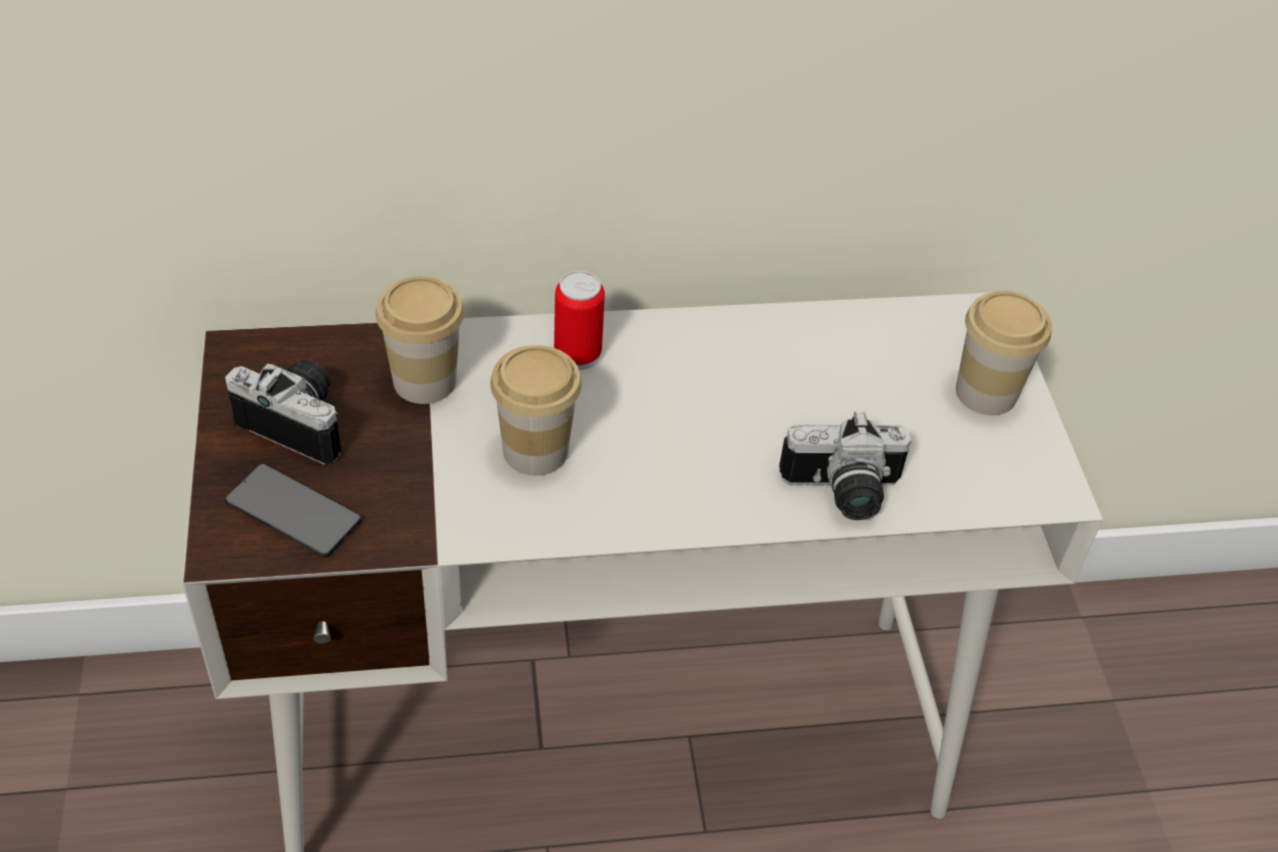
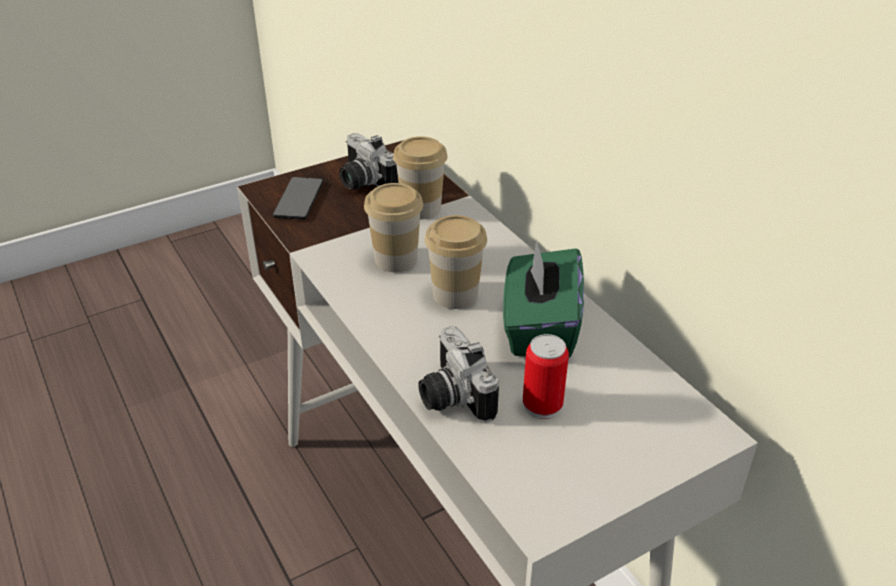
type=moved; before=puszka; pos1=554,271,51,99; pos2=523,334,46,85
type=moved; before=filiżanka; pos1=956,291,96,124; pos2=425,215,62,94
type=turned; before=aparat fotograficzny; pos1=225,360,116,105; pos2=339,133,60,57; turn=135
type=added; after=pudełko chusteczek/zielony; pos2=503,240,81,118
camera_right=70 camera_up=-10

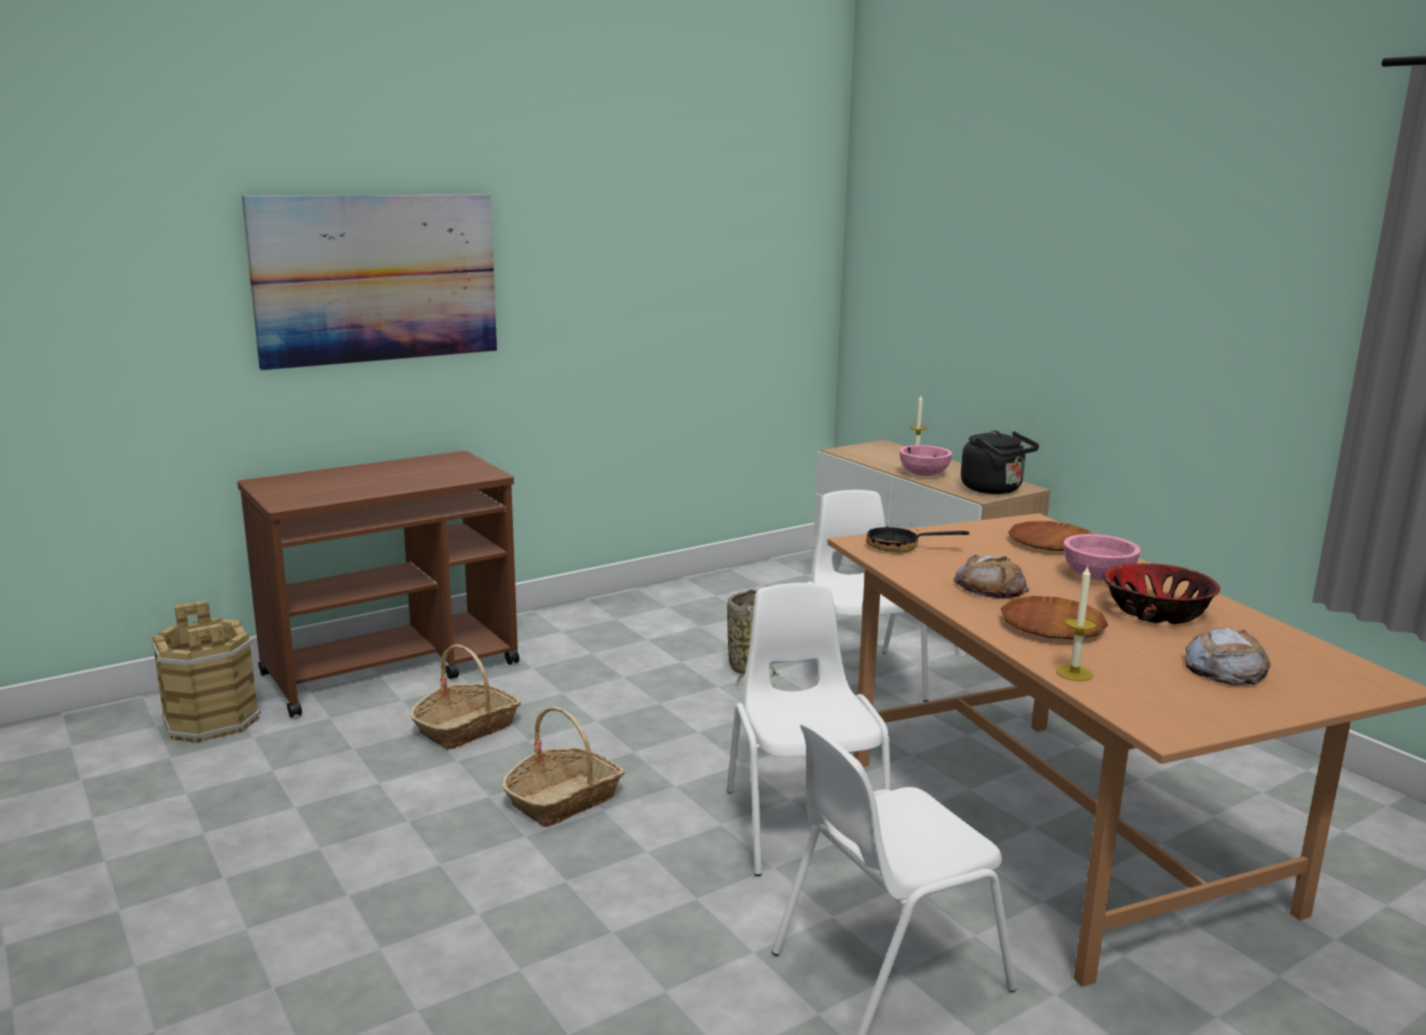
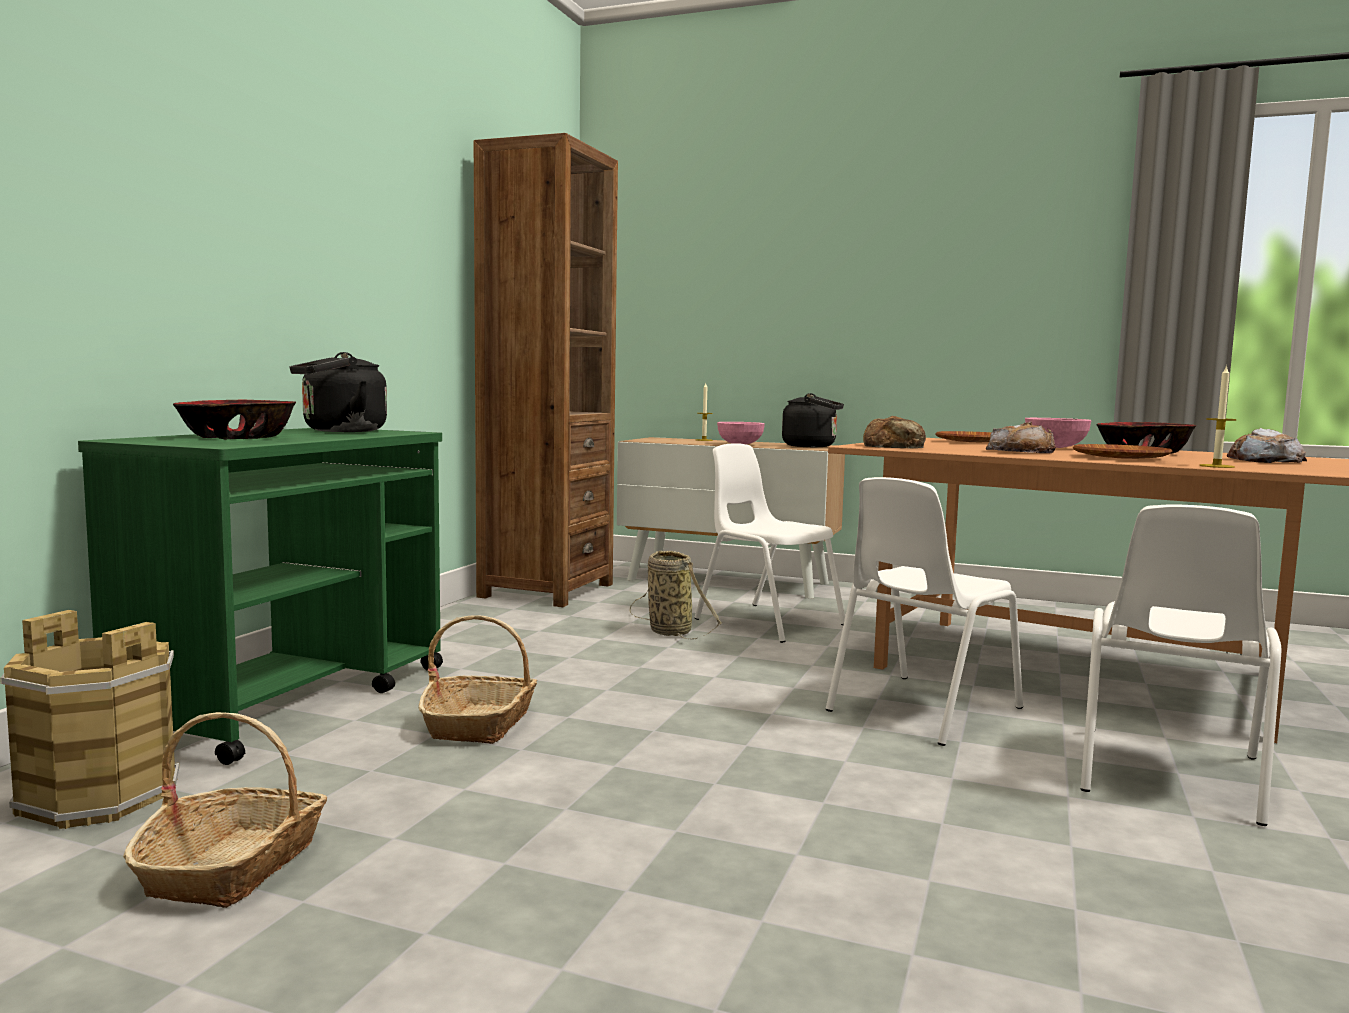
type=removed; before=obraz; pos1=242,195,255,175
type=recoloured; before=wózek/brązowy; after=wózek/zielony; pos1=237,451,283,267; pos2=78,428,365,337
type=replaced; before=patelnia; after=chleb; pos1=866,517,103,35; pos2=863,416,63,32
type=turned; before=krzesło/biały; pos1=727,583,164,293; pos2=826,477,197,269; turn=-90
type=moved; before=koszyk; pos1=502,706,123,121; pos2=123,712,204,196
type=added; after=regał/brązowy; pos2=474,133,144,474
type=added; after=czajnik/czarny; pos2=290,352,97,80
type=added; after=miska; pos2=173,400,123,40
camera_right=-35 camera_up=-10

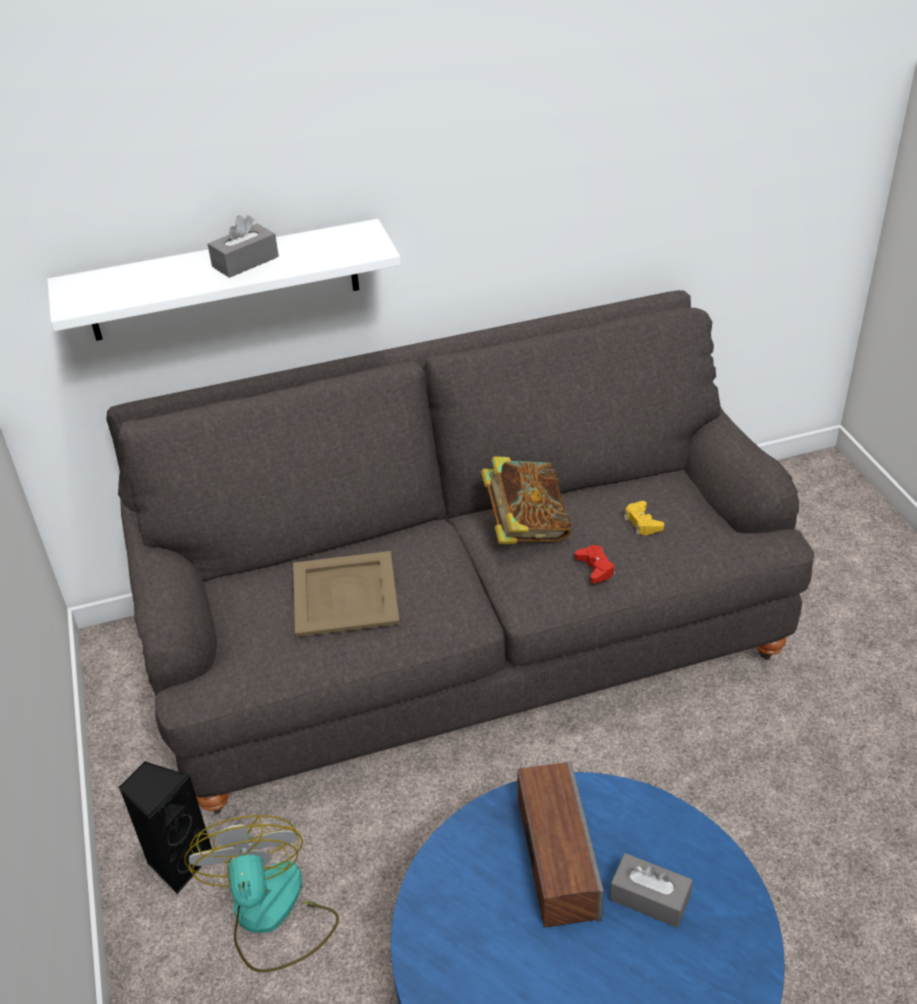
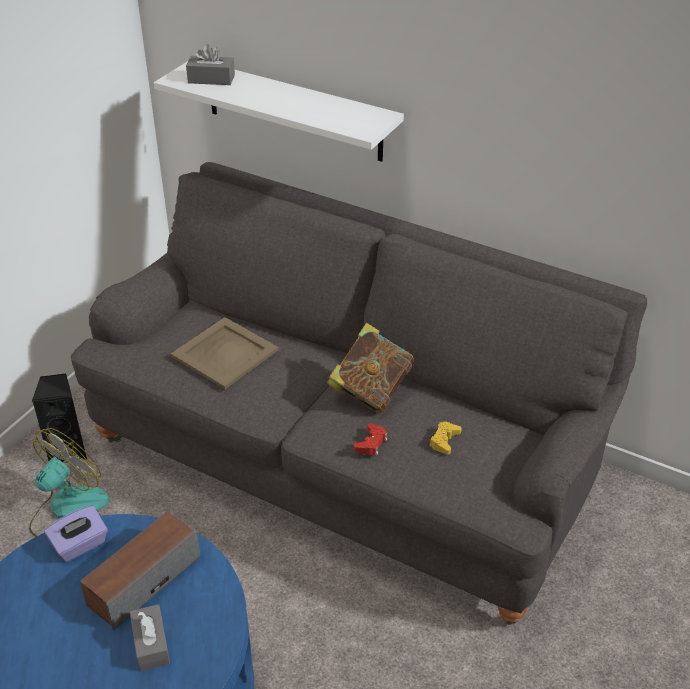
type=moved; before=pudełko chusteczek/szary; pos1=208,215,71,63; pos2=186,44,49,41
type=added; after=pudełko chusteczek/fioletowy; pos2=44,506,64,56
camera_right=45 camera_up=0

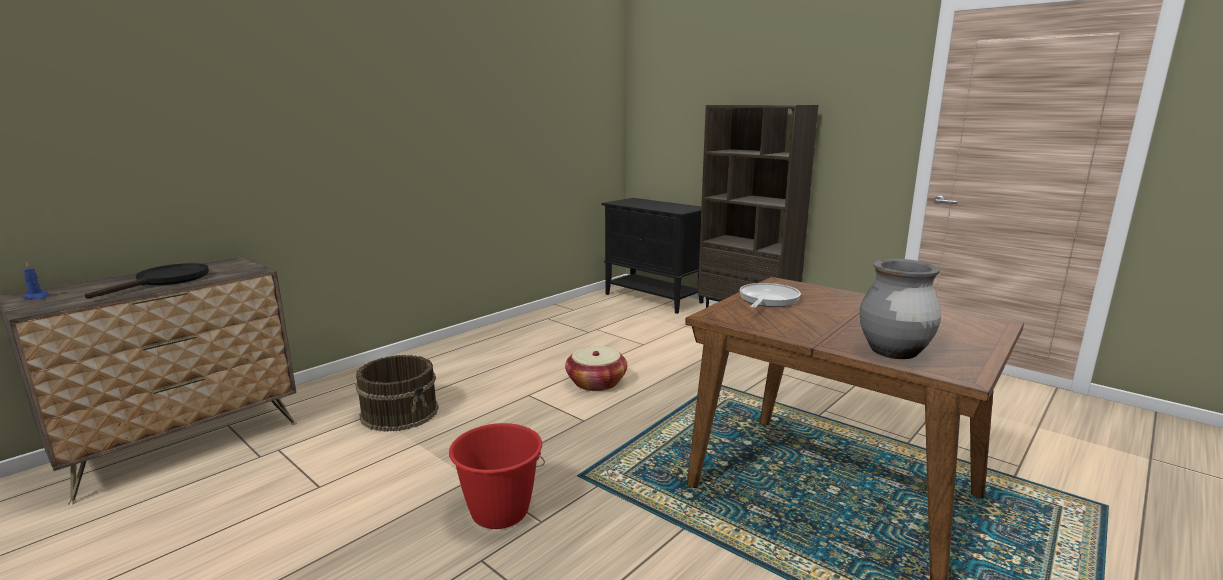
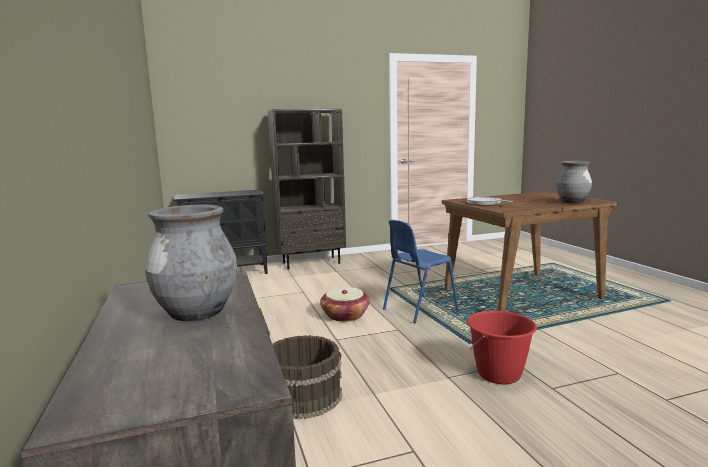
type=removed; before=świeca/niebieski; pos1=22,262,27,38
type=replaced; before=patelnia/czarny; after=wazon/szary; pos1=85,263,124,36; pos2=145,205,92,116
type=added; after=krzesło/niebieski; pos2=383,220,76,103
camera_right=-60 camera_up=-5

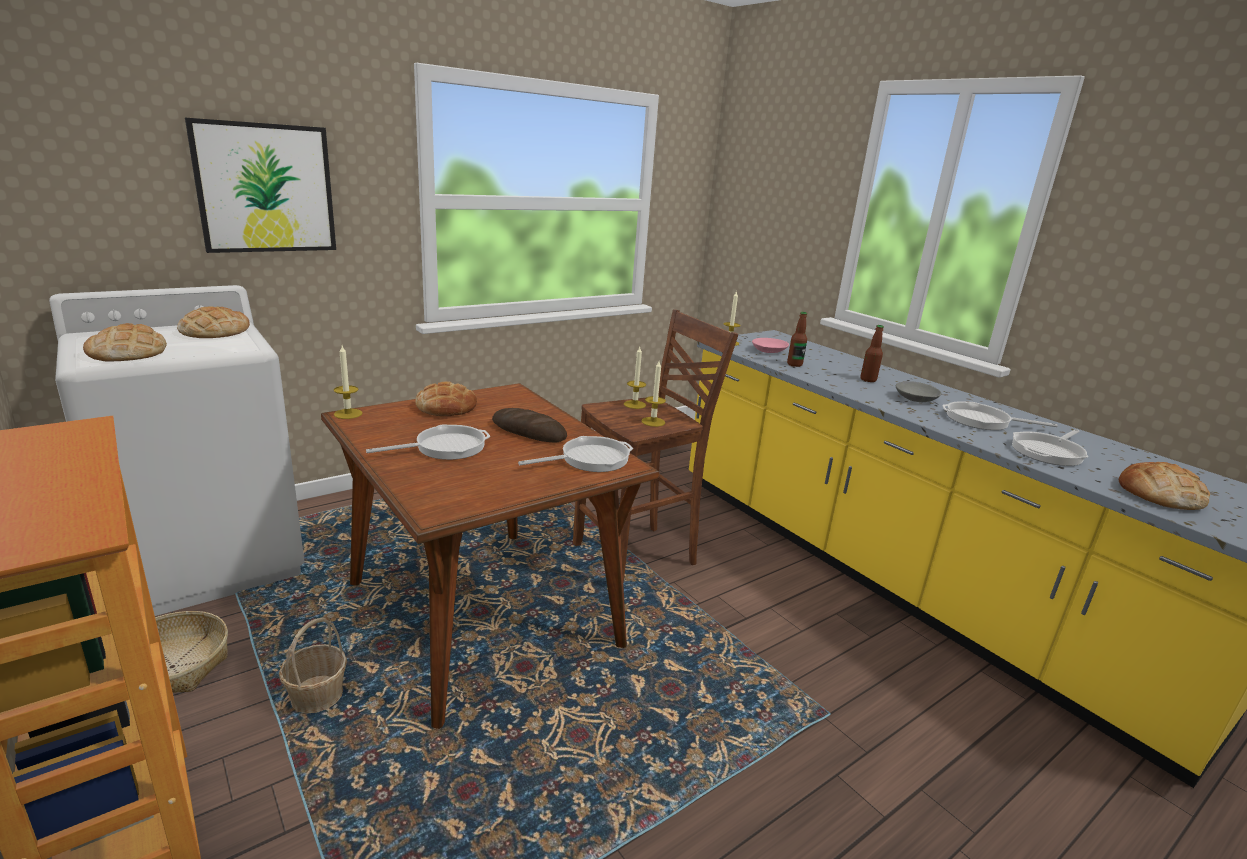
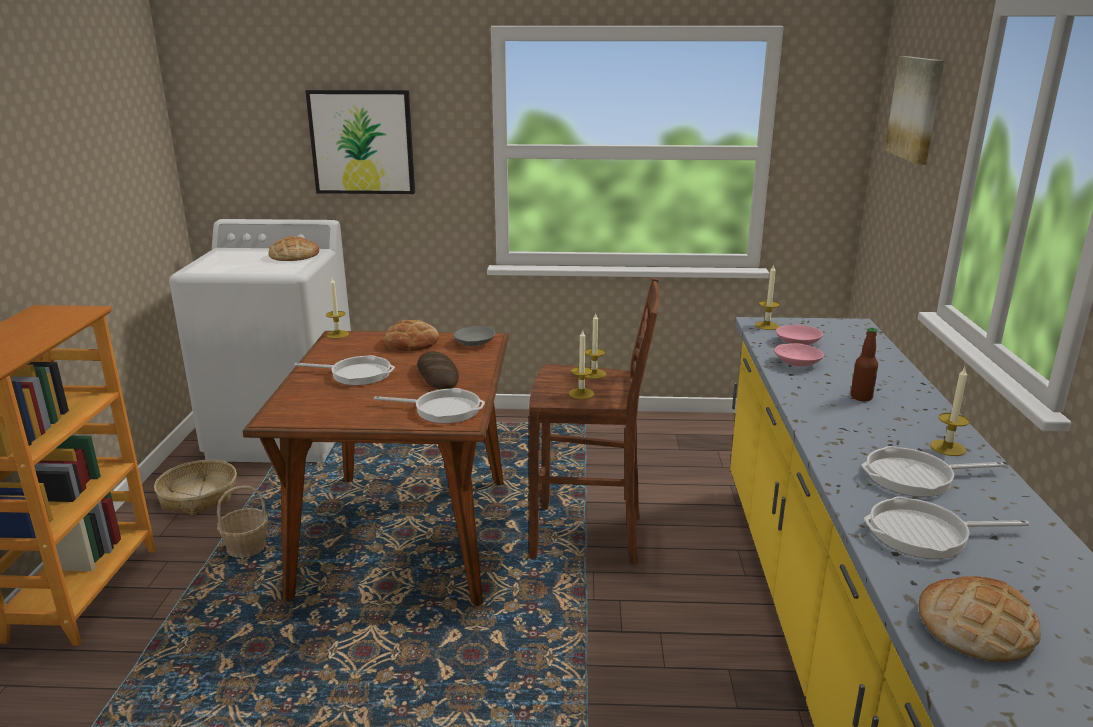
type=replaced; before=butelka; after=miska/różowy; pos1=787,312,20,55; pos2=774,343,50,23
type=removed; before=chleb; pos1=83,323,84,39
type=moved; before=miska/szary; pos1=896,381,45,21; pos2=454,326,41,20
type=turned; before=patelnia; pos1=943,401,115,29; pos2=861,446,143,51; turn=-60
type=added; after=obraz; pos2=885,56,59,109
type=added; after=świeca; pos2=930,367,39,89
camera_right=40 camera_up=0

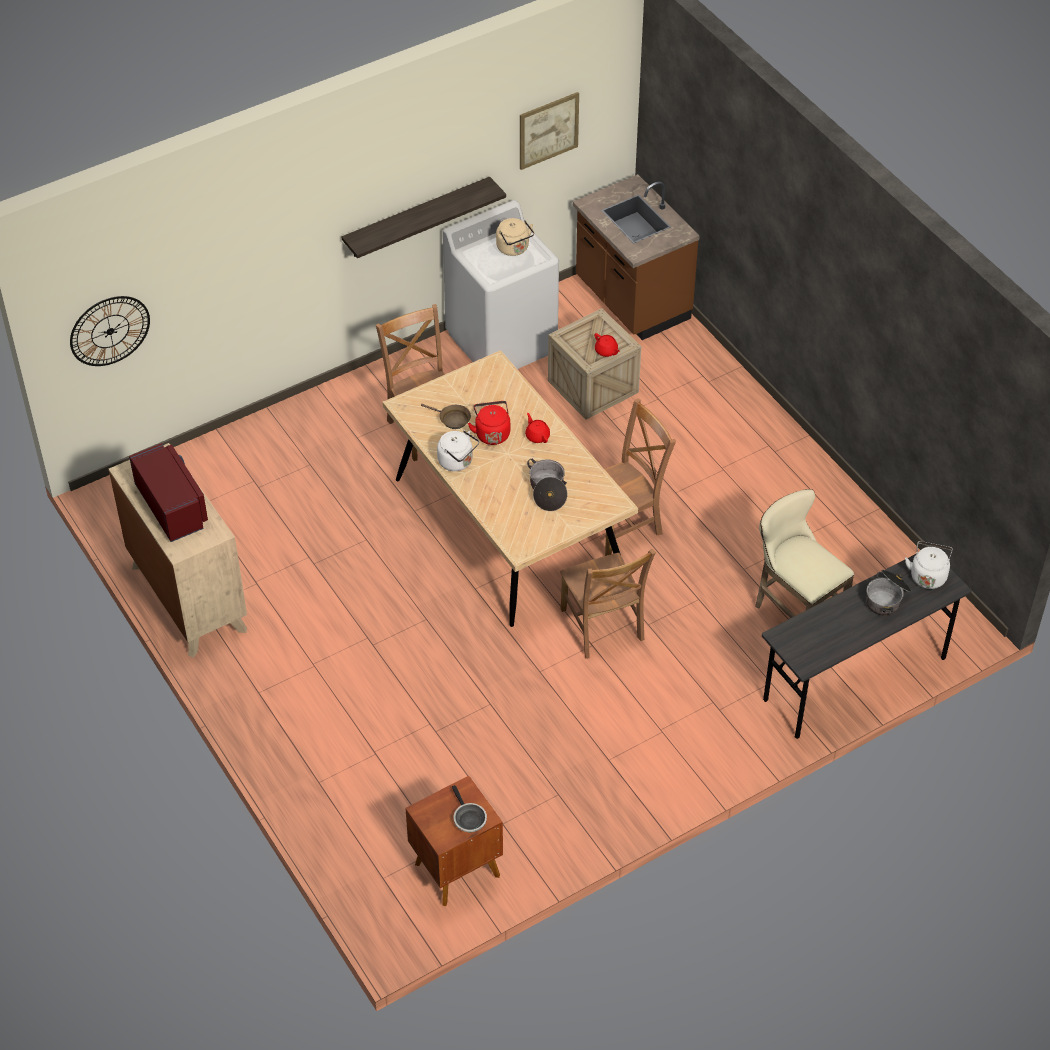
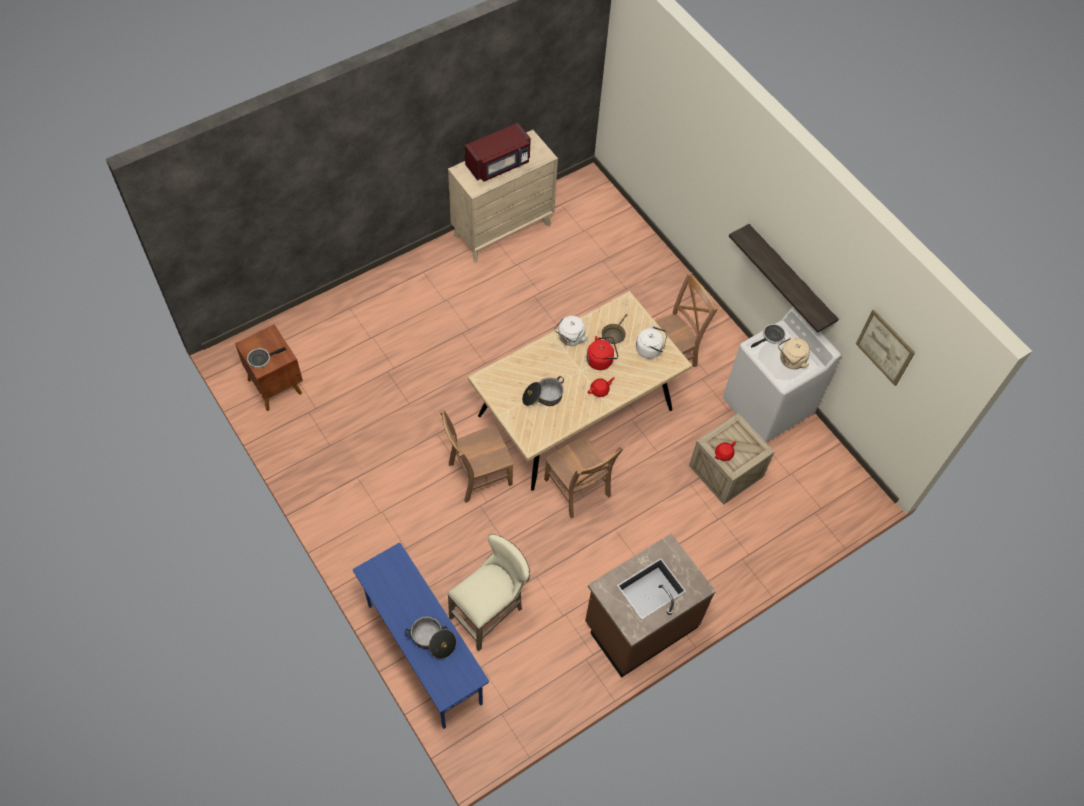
type=moved; before=zabudowa kuchenna/brązowy; pos1=573,174,127,166; pos2=585,534,131,144
type=removed; before=zegar ścienny; pos1=70,296,80,70
type=moved; before=czajnik/biały; pos1=905,541,48,48; pos2=636,325,32,34
type=recoloured; before=biurko/szary; after=biurko/niebieski; pos1=762,554,210,185; pos2=353,543,136,186
type=added; after=patelnia; pos2=751,324,35,24
camera_right=85 camera_up=10

